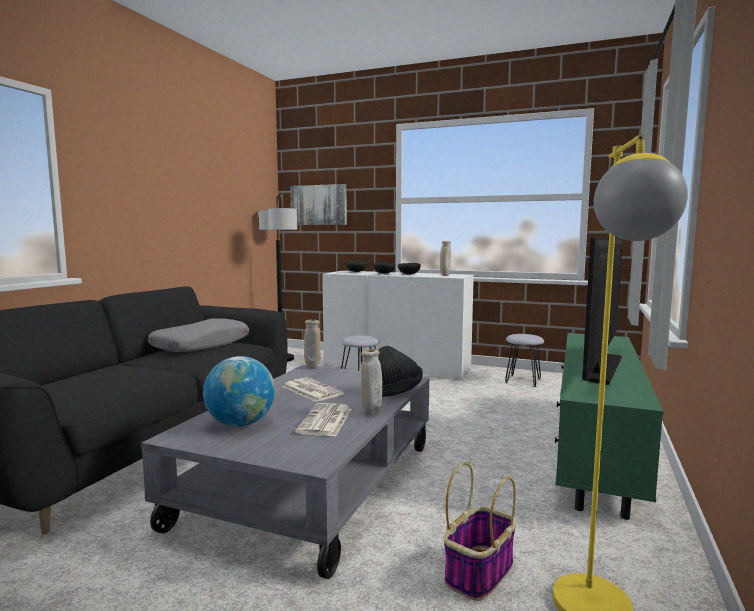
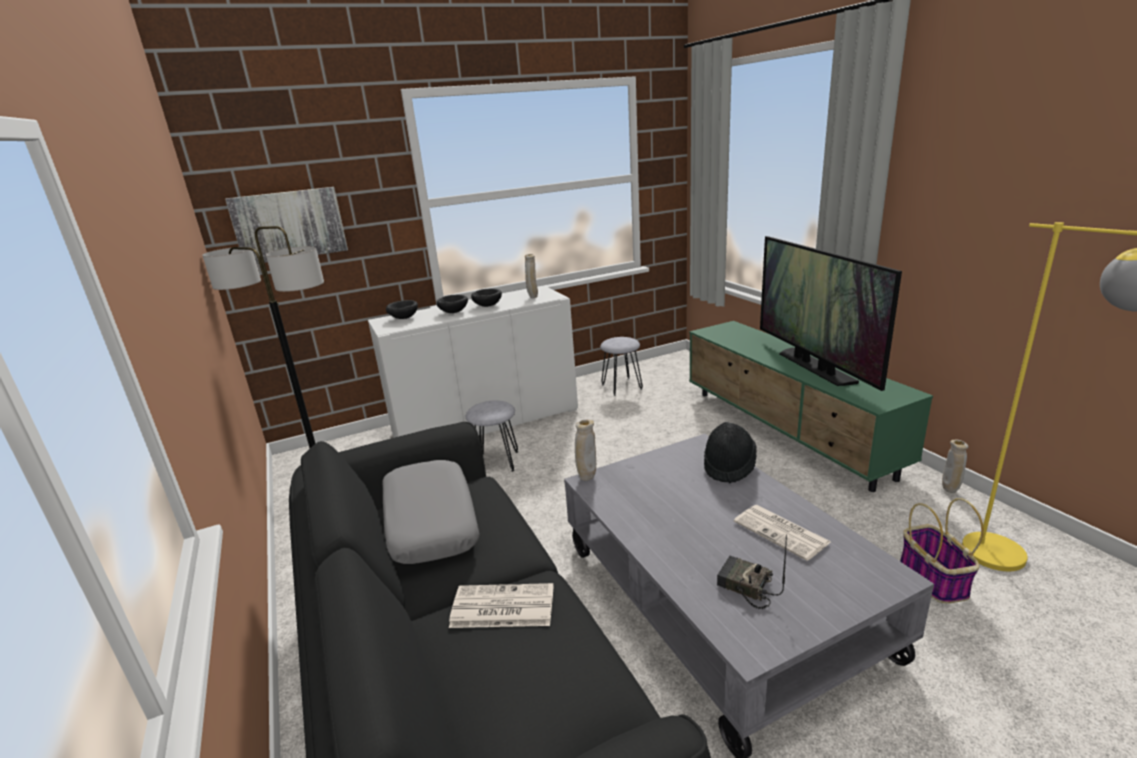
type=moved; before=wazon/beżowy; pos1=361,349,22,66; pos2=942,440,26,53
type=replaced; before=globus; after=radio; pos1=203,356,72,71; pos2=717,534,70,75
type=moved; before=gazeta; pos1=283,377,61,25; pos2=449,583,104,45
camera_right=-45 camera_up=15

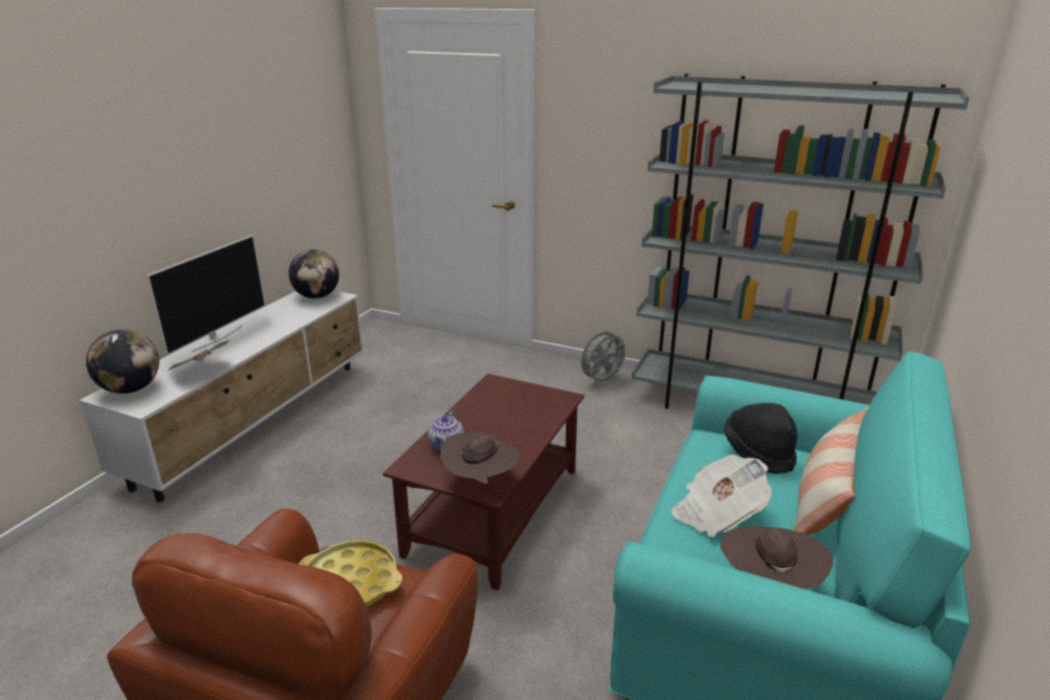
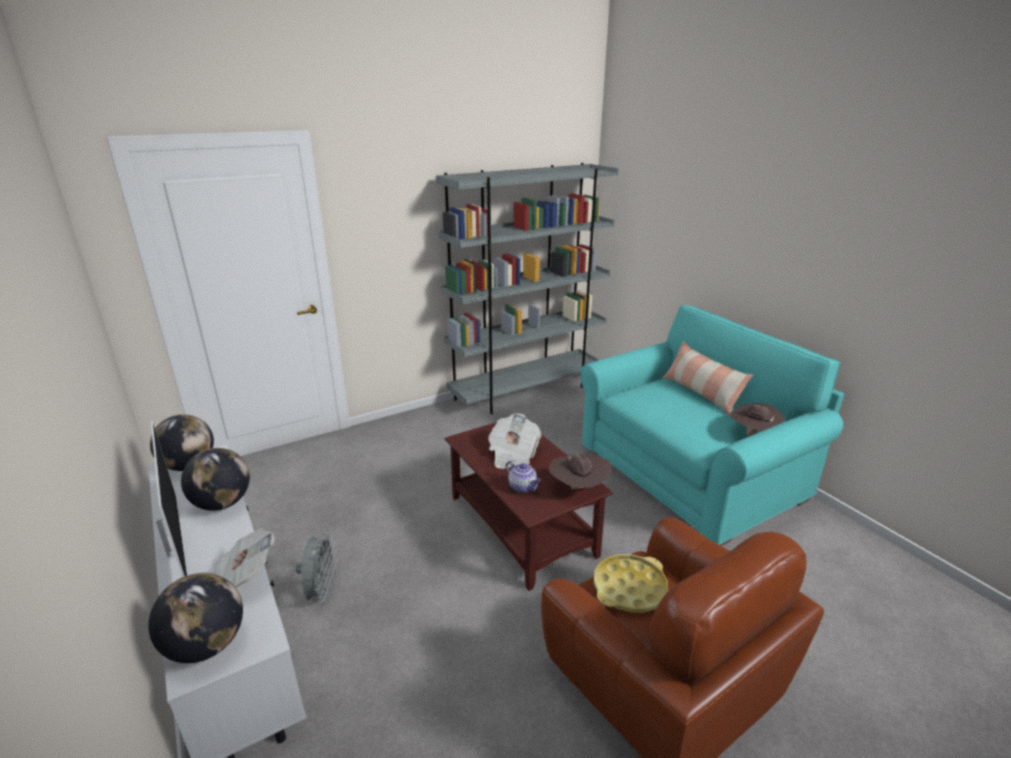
type=moved; before=wentylator/szary; pos1=581,332,48,53; pos2=296,533,41,70
type=removed; before=kapelusz/czarny; pos1=724,403,73,71
type=moved; before=gazeta; pos1=671,454,101,83; pos2=488,413,53,56
type=added; after=globus; pos2=181,448,69,63
camera_right=-55 camera_up=0

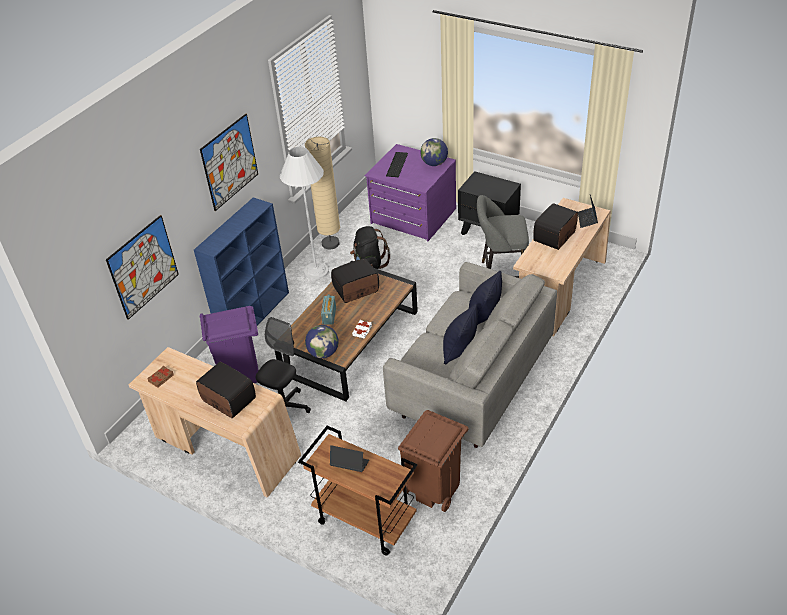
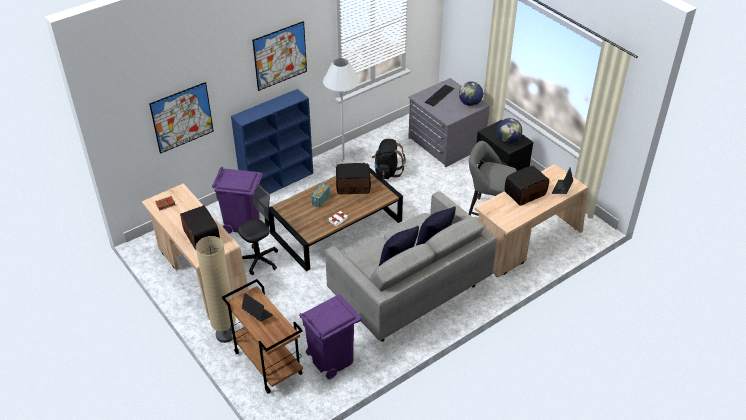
type=moved; before=lampa stojąca/beżowy; pos1=305,137,35,112; pos2=196,236,40,107
type=recoloured; before=komoda/fioletowy; after=komoda/szary; pos1=365,144,91,97; pos2=408,78,82,89
type=moved; before=globus; pos1=305,325,34,33; pos2=497,118,25,25
type=recoloured; before=kosz na śmieci/brązowy; after=kosz na śmieci/fioletowy; pos1=398,410,71,102; pos2=299,295,63,84
camera_right=20 camera_up=0

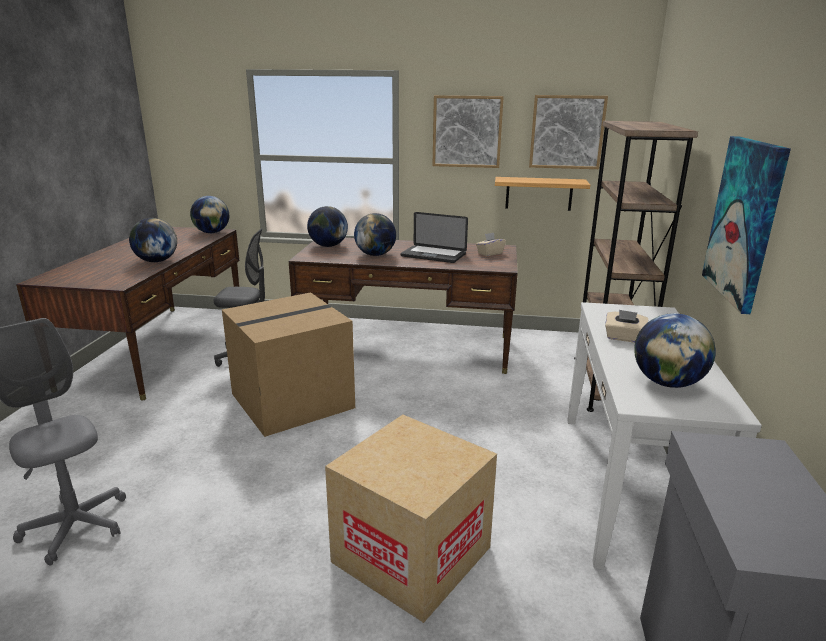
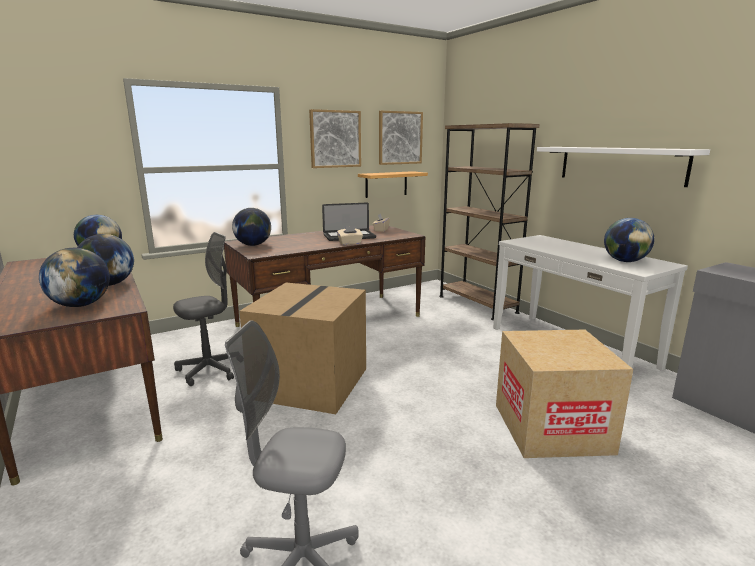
type=replaced; before=obraz; after=półka/biały; pos1=702,136,89,178; pos2=537,147,173,40
type=moved; before=globus; pos1=354,213,42,43; pos2=39,248,71,59
type=moved; before=pudełko chusteczek/beżowy; pos1=605,310,43,33; pos2=337,226,26,19
camera_right=-40 camera_up=-5

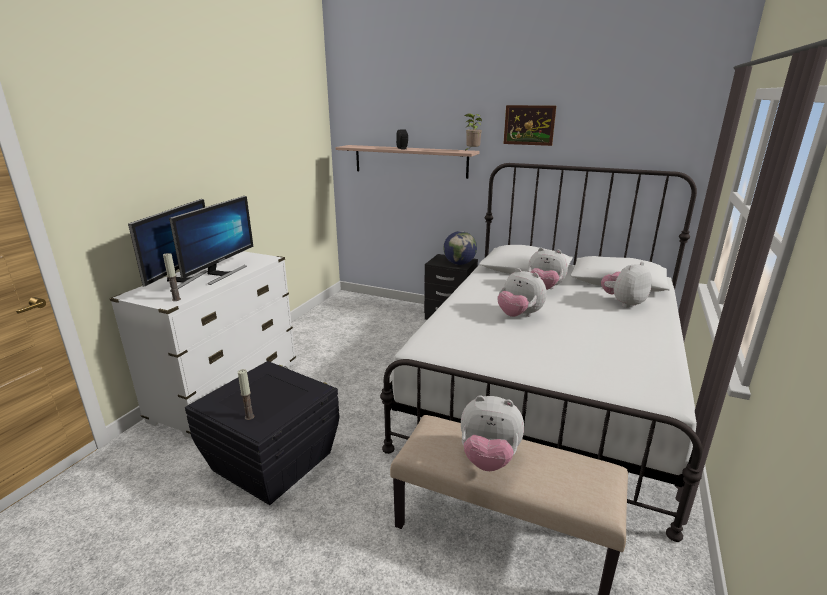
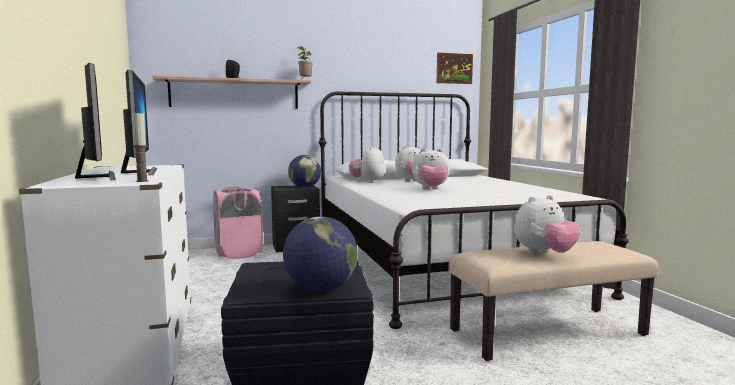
type=moved; before=obraz; pos1=503,105,53,41; pos2=437,52,36,32
type=moved; before=pluszak; pos1=601,262,51,46; pos2=349,146,36,37
type=replaced; before=świeca; after=globus; pos1=238,369,16,51; pos2=283,216,75,76
type=added; after=kosz na pranie/różowy; pos2=213,187,50,72
camera_right=-40 camera_up=-15

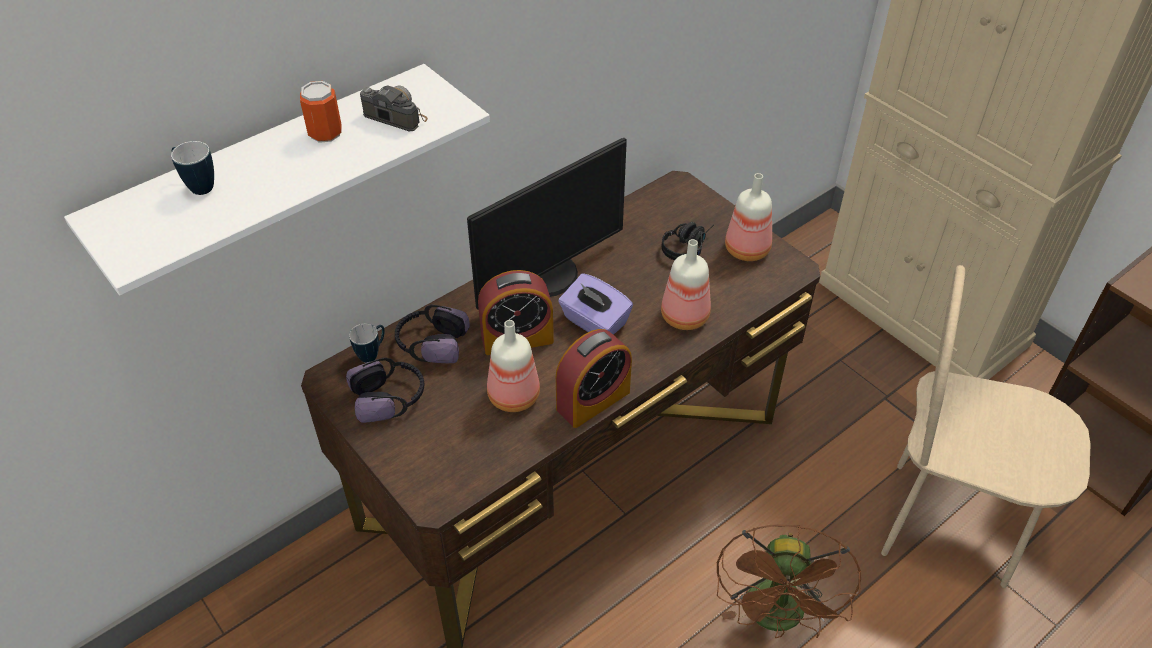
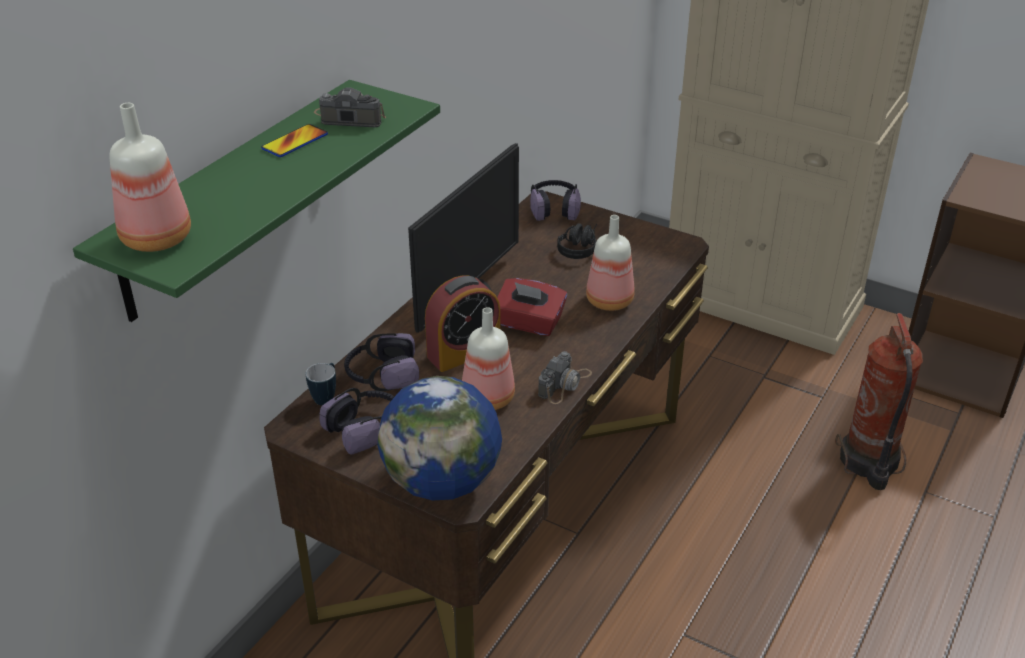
type=recoloured; before=półka/biały; after=półka/zielony; pos1=64,64,426,231; pos2=73,80,367,242
type=replaced; before=puszka; after=telefon; pos1=300,81,42,62; pos2=261,124,67,33
type=removed; before=kubek; pos1=171,141,43,54
type=moved; before=butelka; pos1=725,173,47,88; pos2=110,103,81,149
type=replaced; before=krzesło/beżowy; after=gaśnica; pos1=881,265,210,323; pos2=835,313,88,177
type=recoloured; before=pudełko chusteczek/fioletowy; after=pudełko chusteczek/czerwony; pos1=558,273,75,62; pos2=497,278,70,58
type=replaced; before=budzik; after=aparat fotograficzny; pos1=556,329,76,99; pos2=538,351,54,53
type=removed; before=wentylator/brązowy; pos1=717,524,145,114
type=added; after=słuchawki; pos2=530,180,51,41
type=added; after=globus; pos2=378,376,124,124
camera_right=-20 camera_up=-10

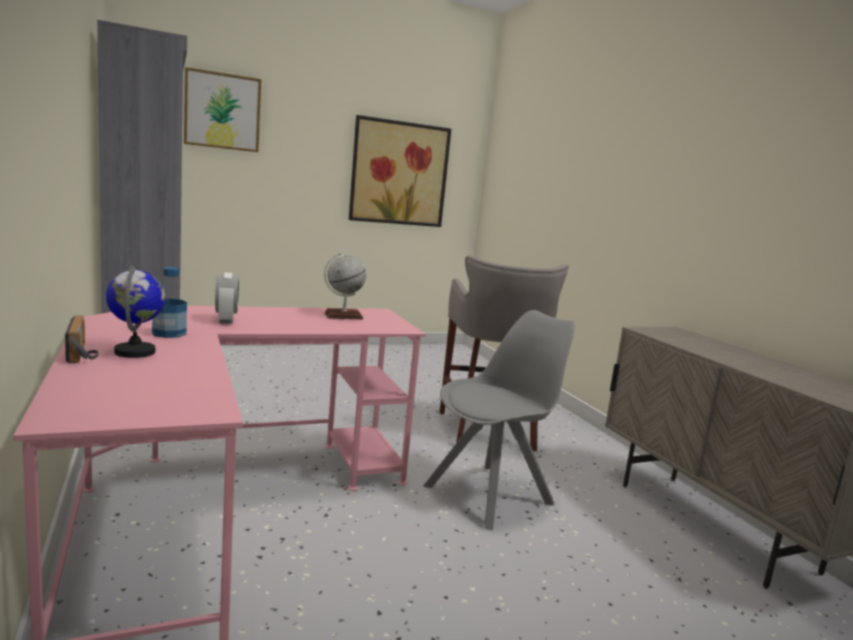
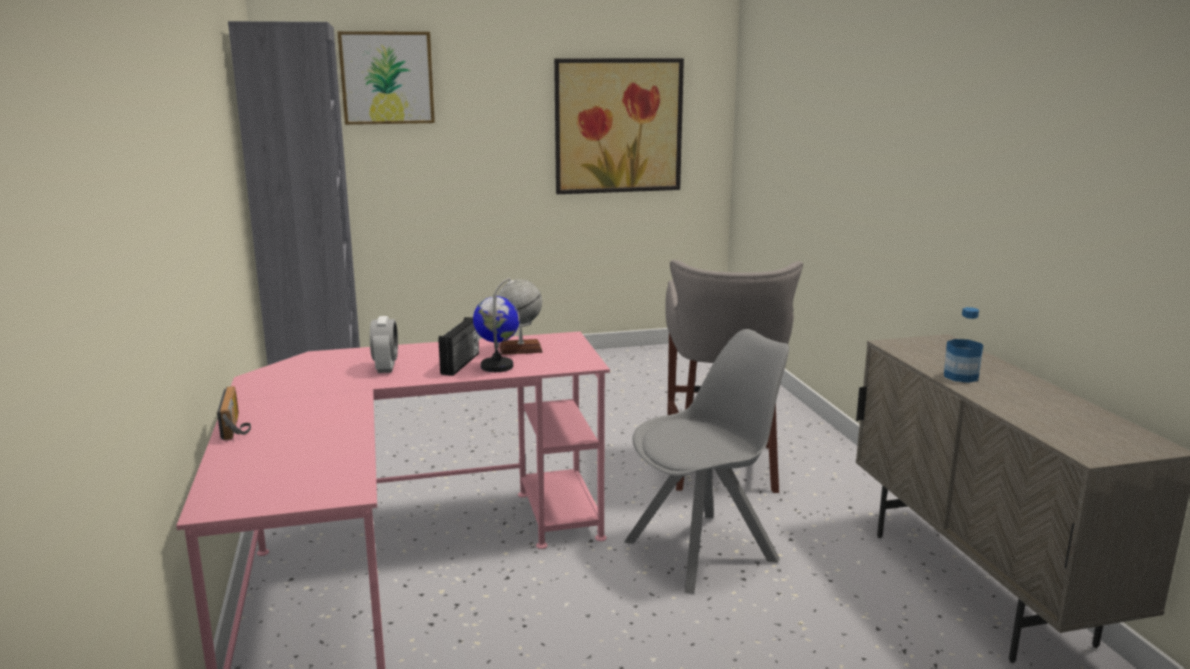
type=moved; before=globus; pos1=106,265,59,93; pos2=473,294,47,78
type=moved; before=butelka; pos1=152,267,35,71; pos2=944,307,39,76
type=added; after=radio; pos2=438,317,42,59
camera_right=10 camera_up=5

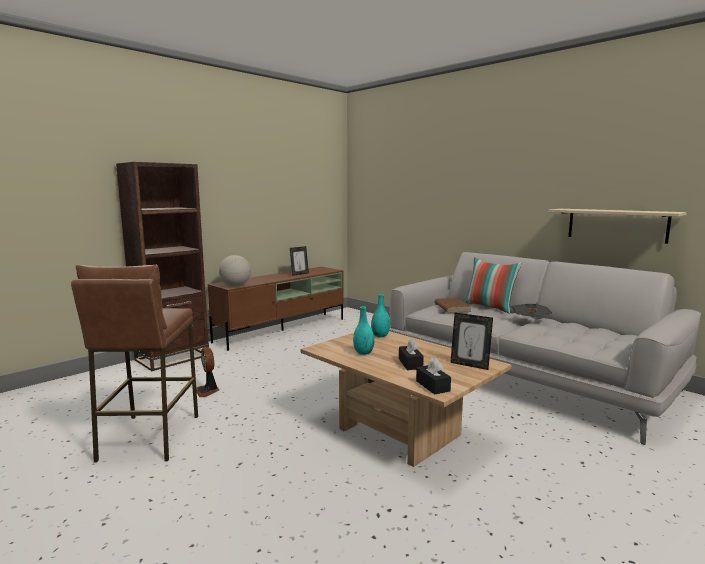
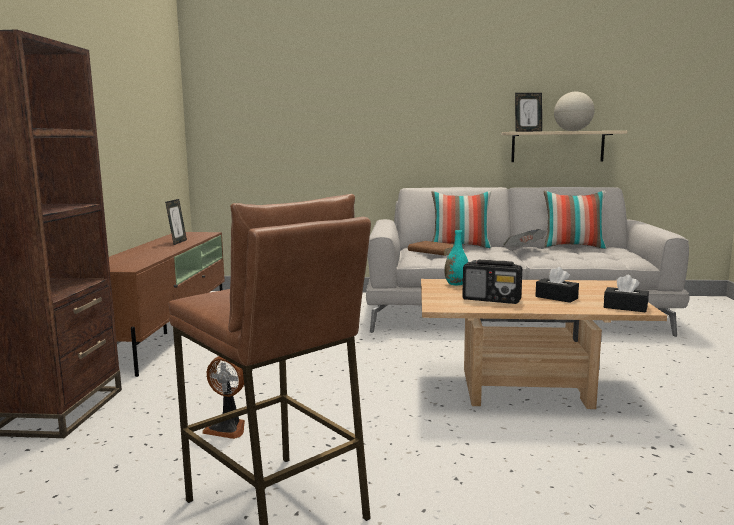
type=moved; before=globus; pos1=219,255,32,31; pos2=554,92,41,39
type=replaced; before=wazon/turkusowy; after=radio; pos1=353,306,21,49; pos2=462,260,60,44
type=moved; before=ramka na zdjęcie; pos1=450,313,43,57; pos2=515,93,27,39
type=added; after=poduszka; pos2=543,191,64,58
camera_right=-40 camera_up=0

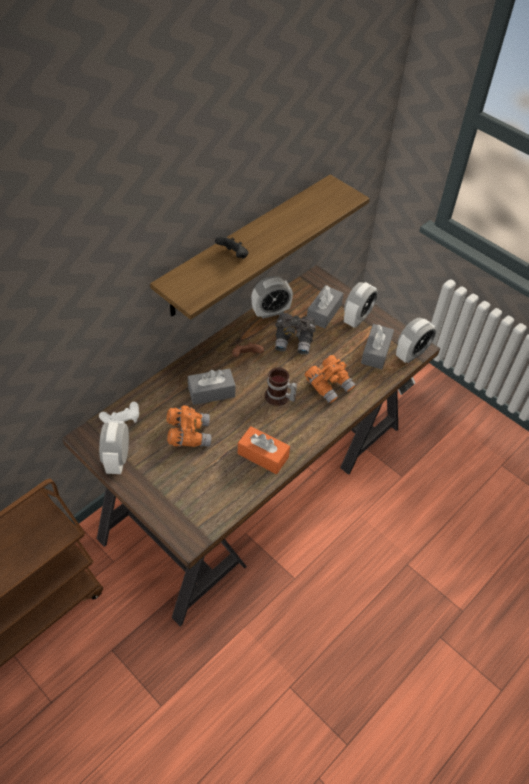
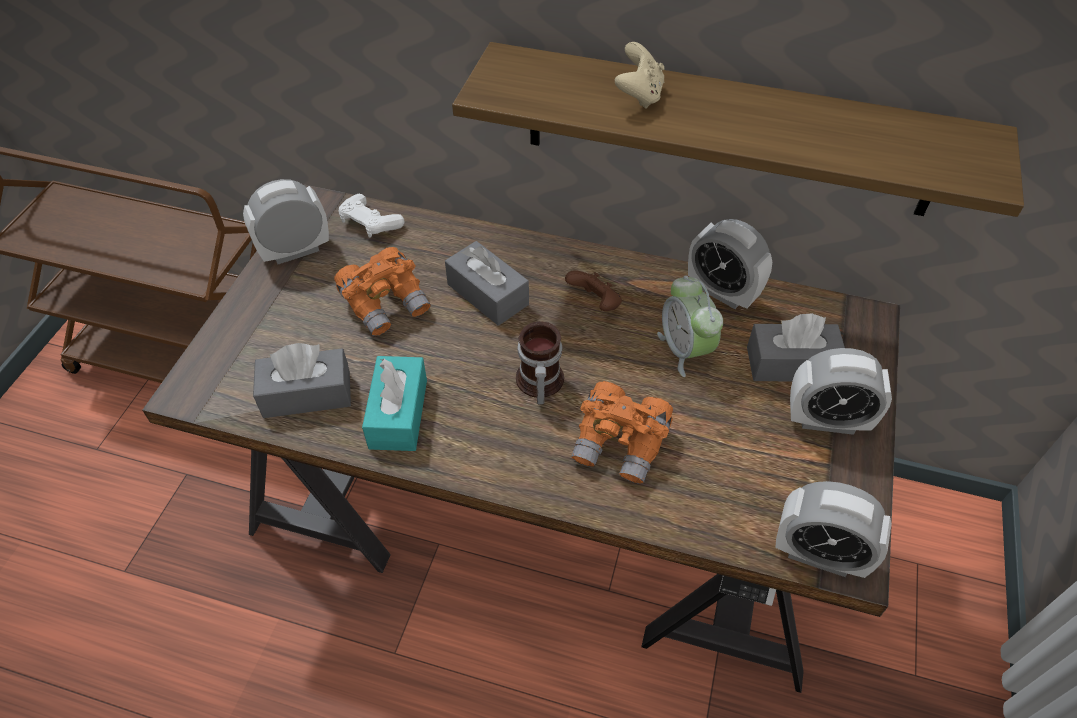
type=recoloured; before=pad do gier/czarny; after=pad do gier/beżowy; pos1=215,236,33,22; pos2=615,42,49,67
type=replaced; before=lornetka/szary; after=budzik; pos1=275,313,41,42; pos2=657,275,66,102
type=moved; before=pudełko chusteczek/szary; pos1=361,324,33,45; pos2=253,343,98,75
type=recoloured; before=pudełko chusteczek/pomarańczowy; after=pudełko chusteczek/turkusowy; pos1=238,426,52,48; pos2=362,356,65,95
camera_right=65 camera_up=0

